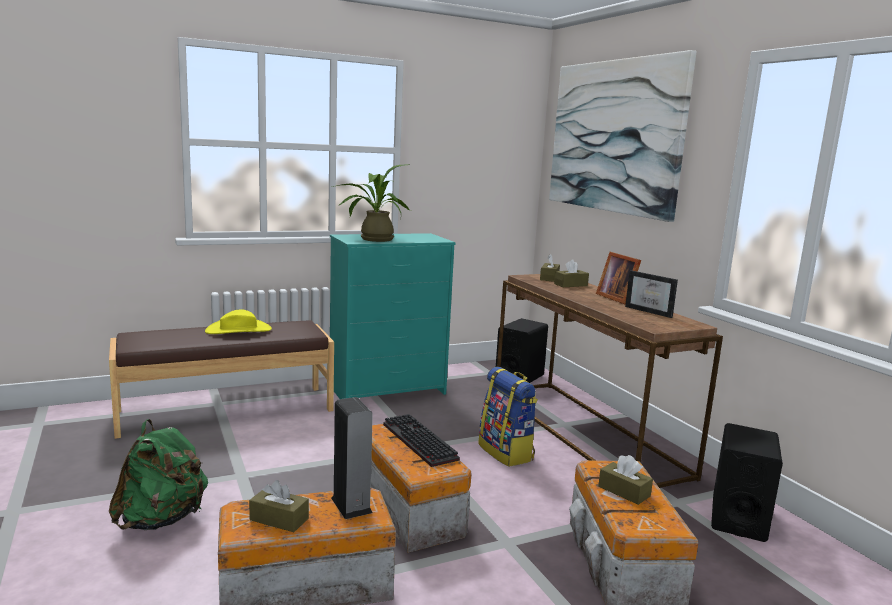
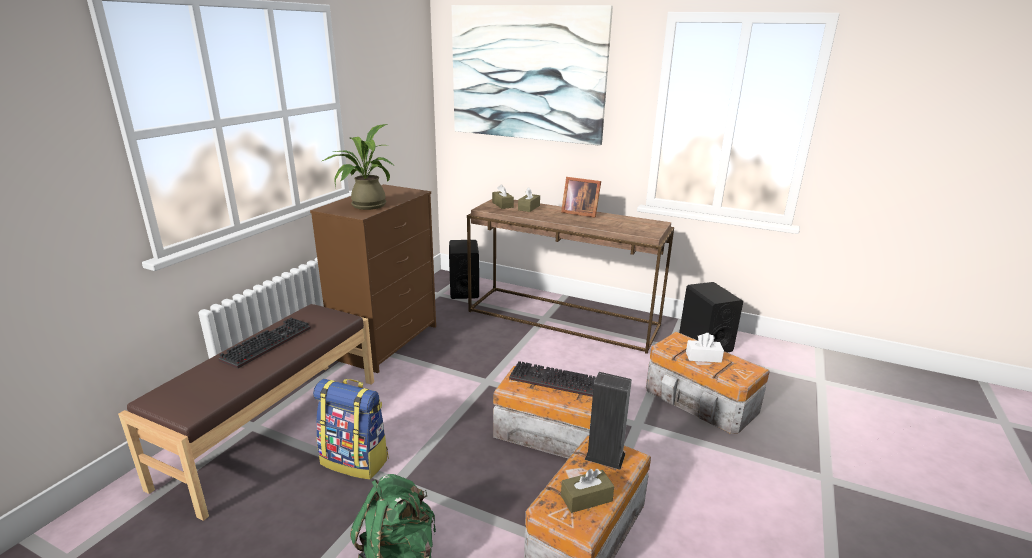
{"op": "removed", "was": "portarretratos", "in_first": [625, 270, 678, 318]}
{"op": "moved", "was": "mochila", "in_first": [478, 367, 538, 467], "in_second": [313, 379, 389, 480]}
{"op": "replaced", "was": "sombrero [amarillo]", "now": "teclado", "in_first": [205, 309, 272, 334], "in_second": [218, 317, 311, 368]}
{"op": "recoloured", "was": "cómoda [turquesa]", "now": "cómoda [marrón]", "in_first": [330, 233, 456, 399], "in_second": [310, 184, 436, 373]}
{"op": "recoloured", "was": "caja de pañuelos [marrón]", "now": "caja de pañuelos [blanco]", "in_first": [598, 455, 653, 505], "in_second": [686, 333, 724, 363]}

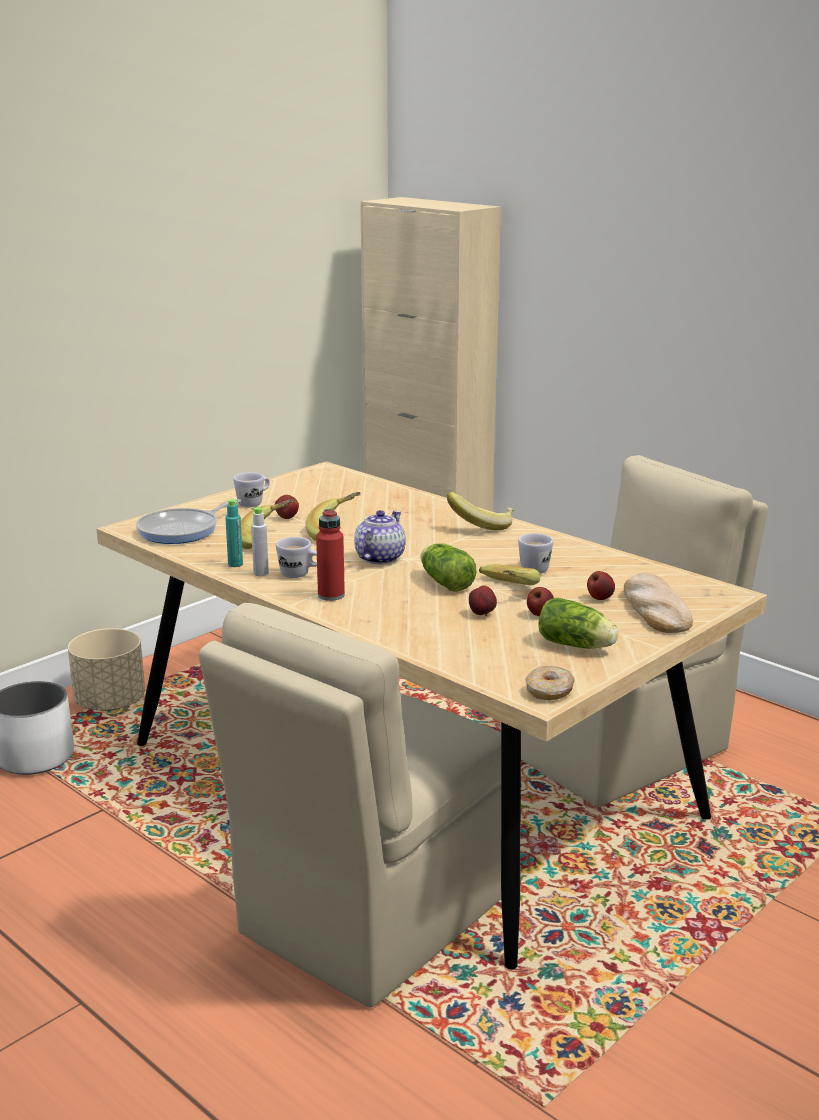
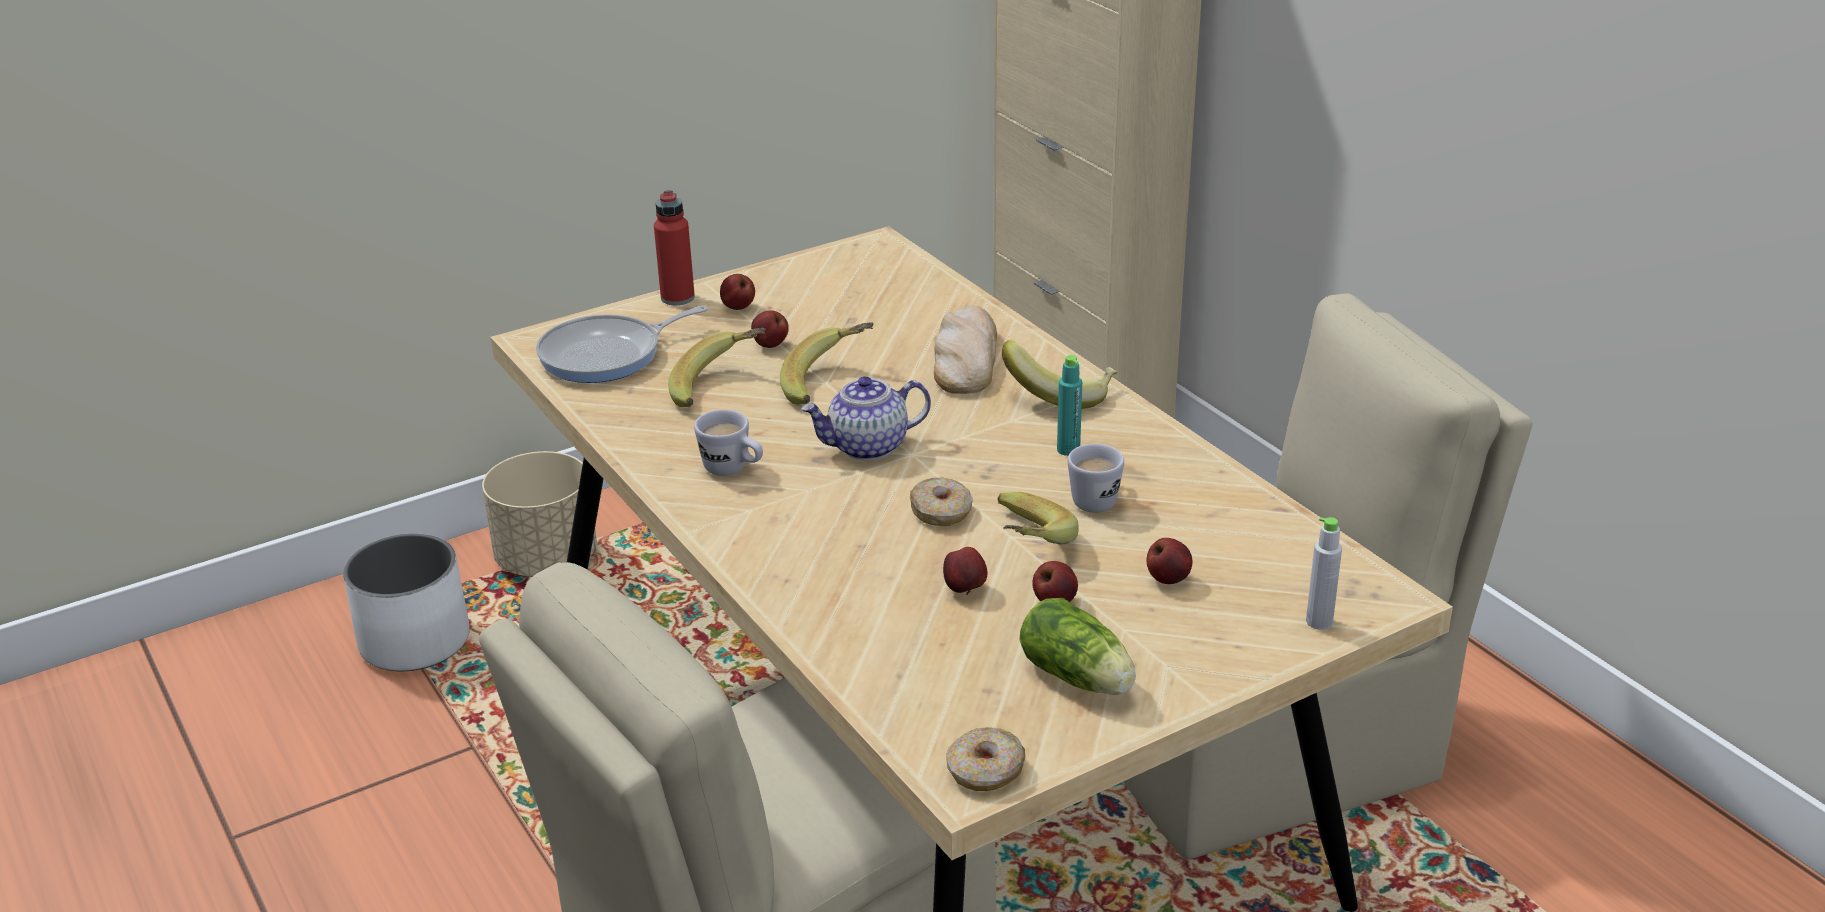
{"op": "moved", "was": "botella [turquesa]", "in_first": [225, 499, 243, 567], "in_second": [1057, 355, 1082, 456]}
{"op": "moved", "was": "botella [gris]", "in_first": [251, 507, 269, 576], "in_second": [1306, 517, 1342, 630]}
{"op": "moved", "was": "botella [rojo]", "in_first": [316, 509, 345, 601], "in_second": [654, 190, 695, 305]}
{"op": "moved", "was": "pan", "in_first": [624, 573, 693, 633], "in_second": [934, 306, 997, 394]}
{"op": "replaced", "was": "taza grande [blanco]", "now": "manzana", "in_first": [233, 472, 270, 507], "in_second": [720, 274, 755, 310]}
{"op": "replaced", "was": "lechuga", "now": "rosquilla", "in_first": [420, 543, 476, 592], "in_second": [910, 478, 973, 526]}
{"op": "turned", "was": "tetera", "in_first": [354, 510, 406, 564], "in_second": [801, 376, 931, 461], "clockwise": -150}

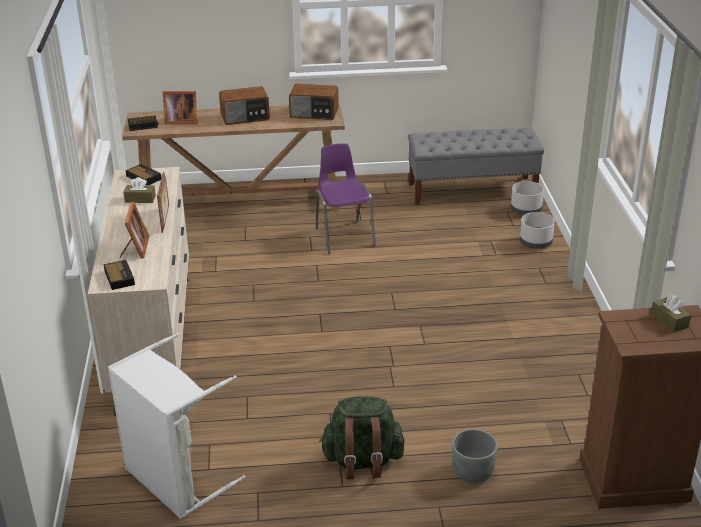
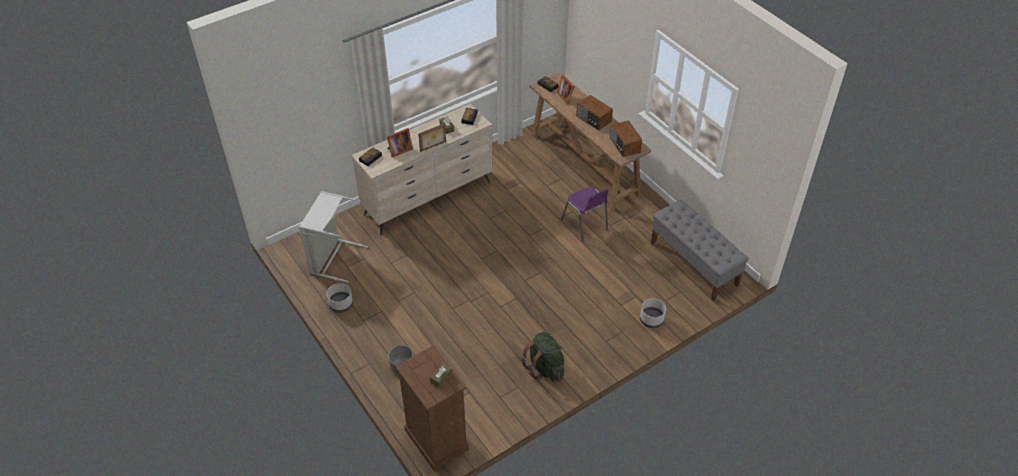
{"op": "moved", "was": "mochila [verde]", "in_first": [319, 396, 405, 479], "in_second": [521, 332, 564, 382]}
{"op": "moved", "was": "maceta [gris]", "in_first": [511, 181, 544, 215], "in_second": [327, 283, 353, 313]}
{"op": "turned", "was": "silla [morado]", "in_first": [316, 143, 376, 254], "in_second": [561, 187, 608, 242], "clockwise": 105}

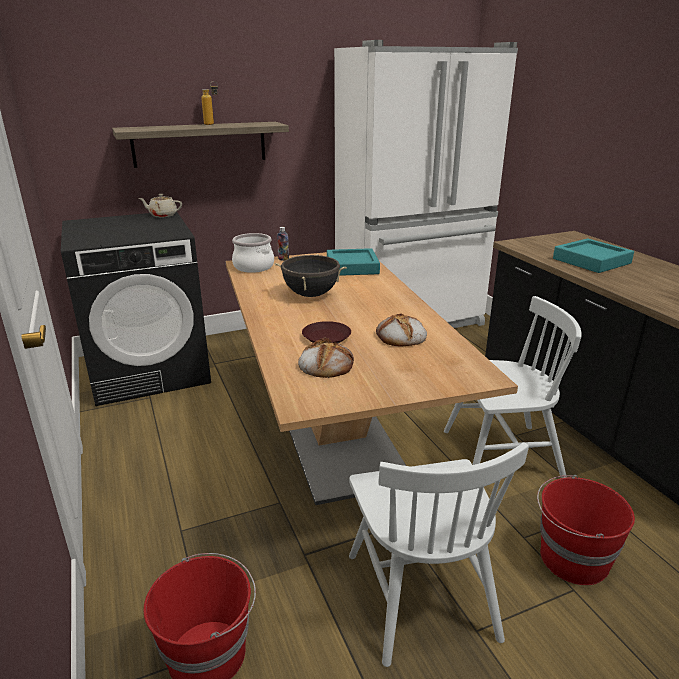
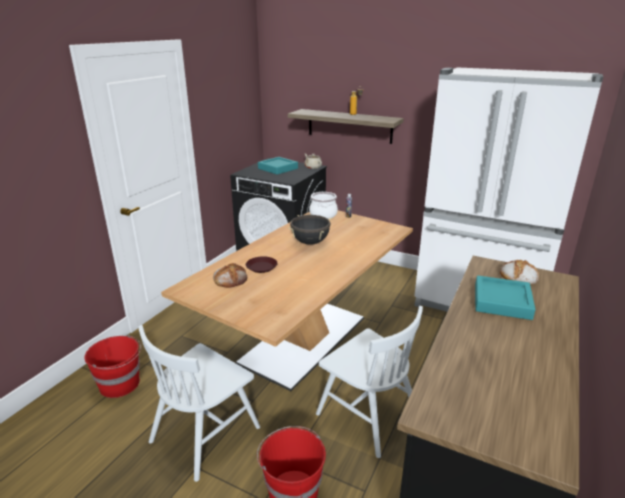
{"op": "moved", "was": "bandeja [turquesa]", "in_first": [327, 248, 380, 276], "in_second": [258, 157, 298, 175]}
{"op": "moved", "was": "pan", "in_first": [376, 313, 427, 347], "in_second": [500, 260, 539, 285]}

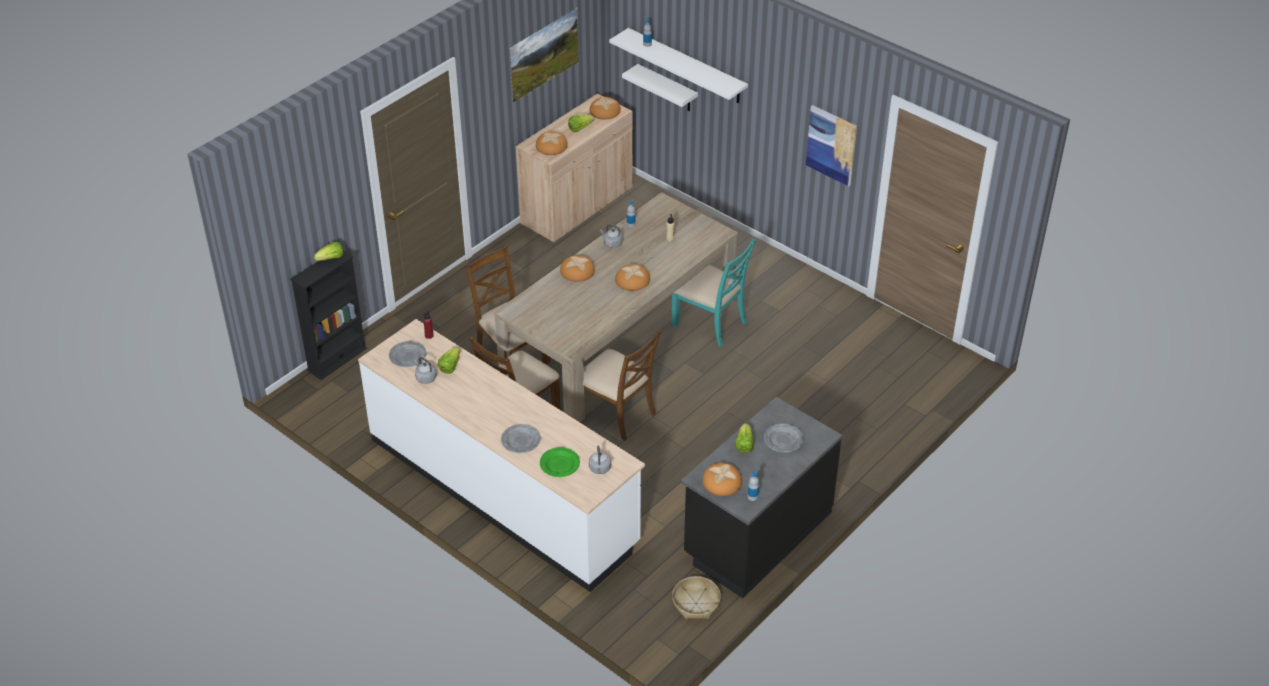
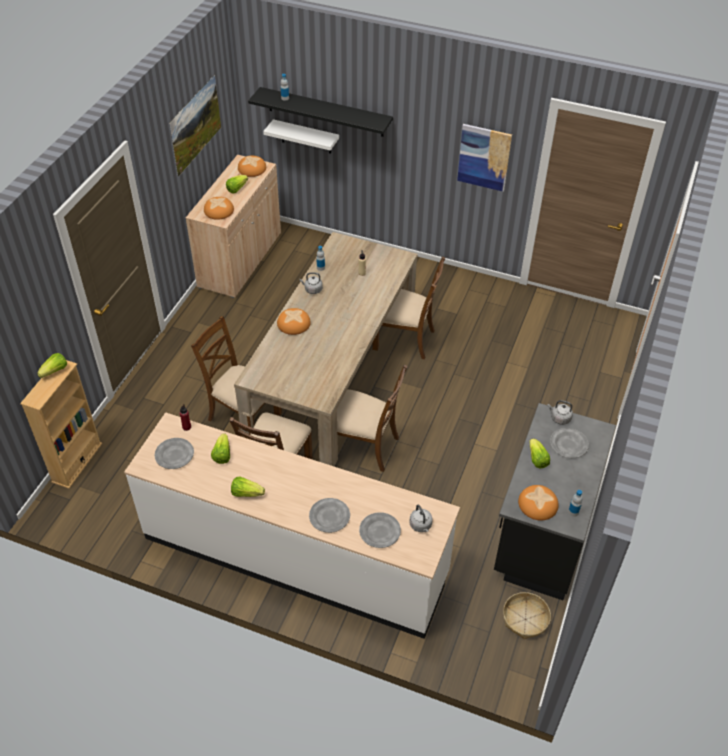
{"op": "removed", "was": "pan", "in_first": [615, 264, 650, 291]}
{"op": "added", "now": "lechuga", "in_second": [231, 476, 265, 497]}
{"op": "moved", "was": "hervidor [gris]", "in_first": [414, 357, 437, 384], "in_second": [547, 400, 573, 425]}
{"op": "recoloured", "was": "estantería [negro]", "now": "estantería [beis]", "in_first": [290, 251, 367, 380], "in_second": [20, 360, 102, 489]}
{"op": "recoloured", "was": "plato [verde]", "now": "plato [gris]", "in_first": [540, 447, 580, 477], "in_second": [359, 512, 401, 548]}
{"op": "recoloured", "was": "estante [blanco]", "now": "estante [negro]", "in_first": [609, 28, 748, 103], "in_second": [248, 87, 393, 137]}
{"op": "recoloured", "was": "silla [turquesa]", "now": "silla [marrón]", "in_first": [671, 238, 756, 347], "in_second": [372, 256, 445, 359]}

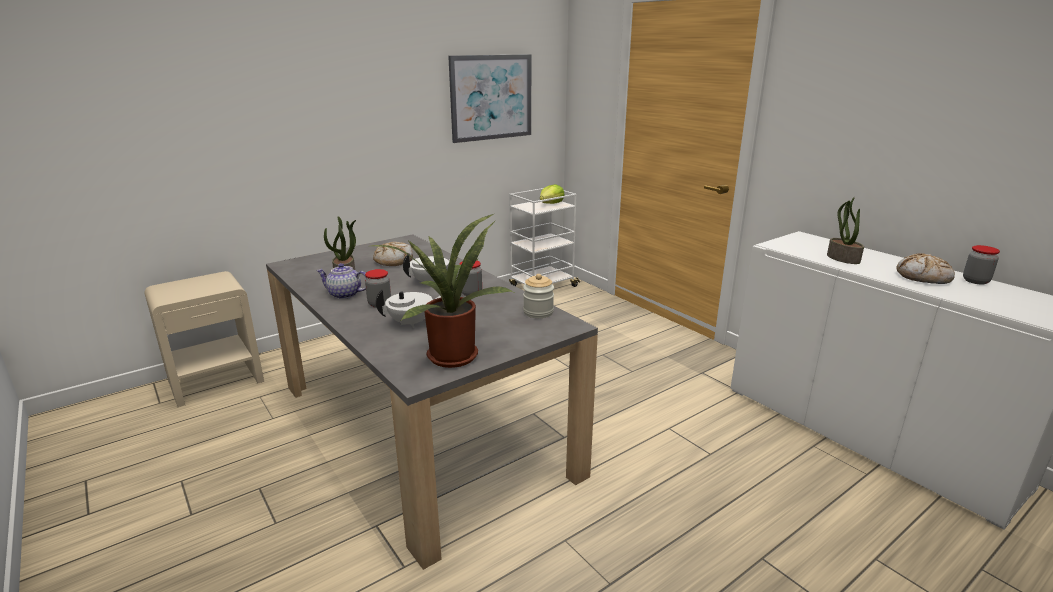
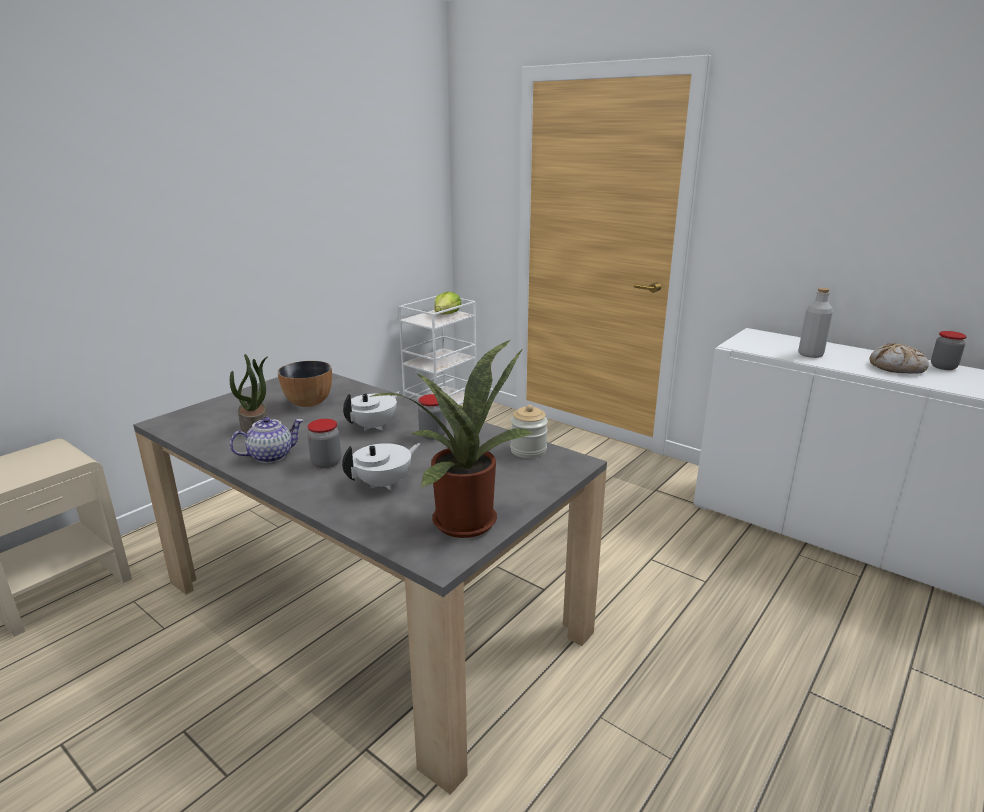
{"op": "removed", "was": "cuadro", "in_first": [448, 54, 531, 143]}
{"op": "replaced", "was": "pan", "now": "cuenco", "in_first": [373, 242, 413, 266], "in_second": [278, 361, 332, 407]}
{"op": "replaced", "was": "planta en maceta", "now": "botella [gris]", "in_first": [827, 196, 864, 264], "in_second": [798, 288, 833, 358]}
{"op": "turned", "was": "tetera", "in_first": [316, 263, 367, 299], "in_second": [230, 417, 304, 463], "clockwise": 150}

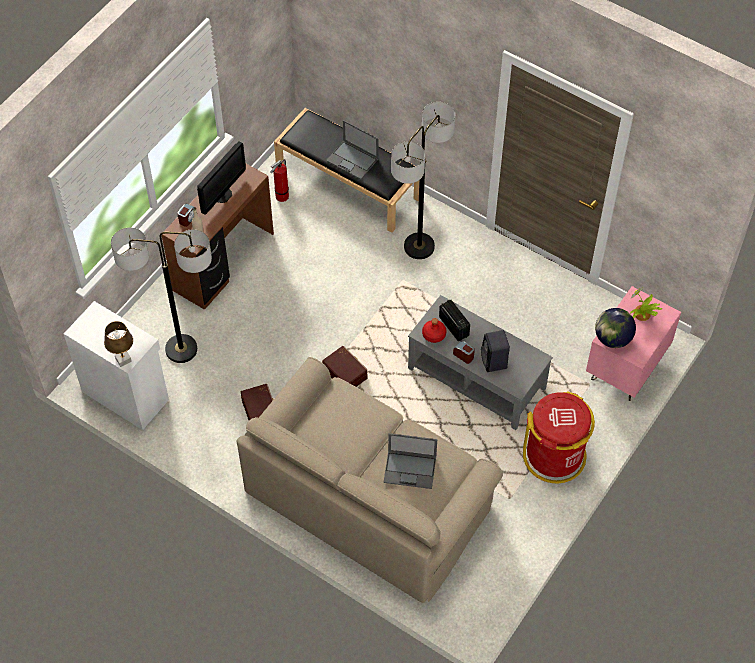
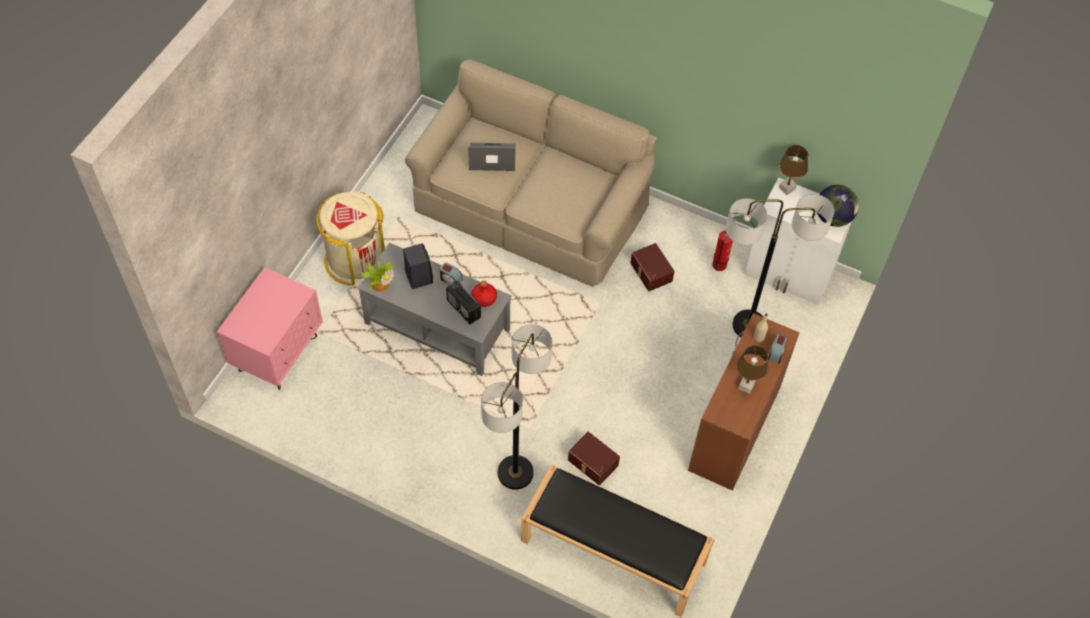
{"op": "removed", "was": "portátil", "in_first": [326, 120, 379, 179]}
{"op": "moved", "was": "extintor", "in_first": [270, 159, 289, 202], "in_second": [712, 218, 735, 271]}
{"op": "moved", "was": "caja de almacenaje [marrón]", "in_first": [322, 346, 367, 387], "in_second": [568, 432, 620, 485]}
{"op": "moved", "was": "globo terráqueo", "in_first": [595, 308, 636, 348], "in_second": [817, 185, 859, 227]}
{"op": "moved", "was": "planta en maceta", "in_first": [630, 288, 662, 321], "in_second": [361, 261, 394, 291]}
{"op": "replaced", "was": "monitor", "now": "lámpara de mesa [marrón]", "in_first": [197, 141, 246, 215], "in_second": [736, 345, 768, 394]}
{"op": "recoloured", "was": "papelera [rojo]", "now": "papelera [beis]", "in_first": [523, 391, 595, 483], "in_second": [316, 191, 385, 286]}

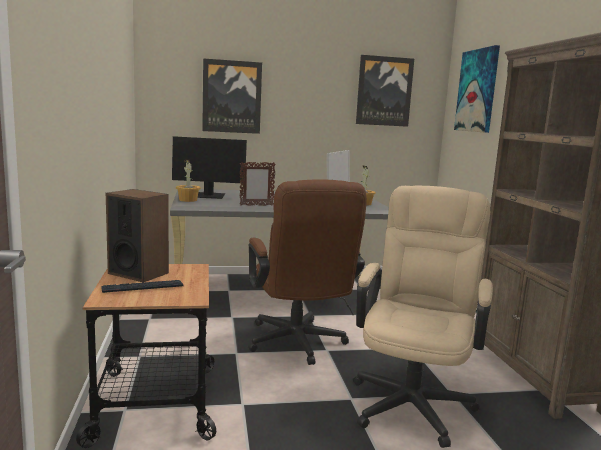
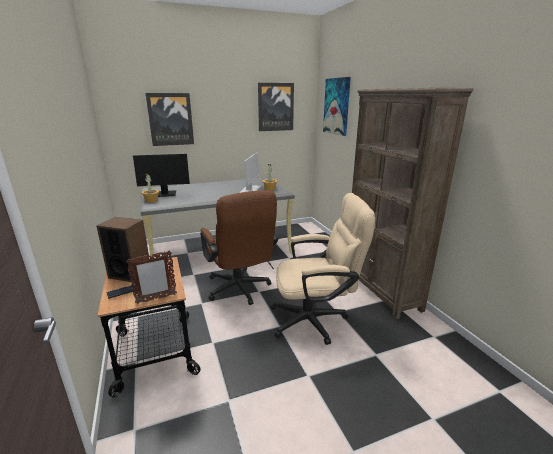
{"op": "moved", "was": "portarretratos", "in_first": [240, 162, 276, 206], "in_second": [126, 250, 177, 304]}
{"op": "turned", "was": "silla de oficina [beis]", "in_first": [353, 185, 493, 448], "in_second": [270, 193, 375, 345], "clockwise": 75}

